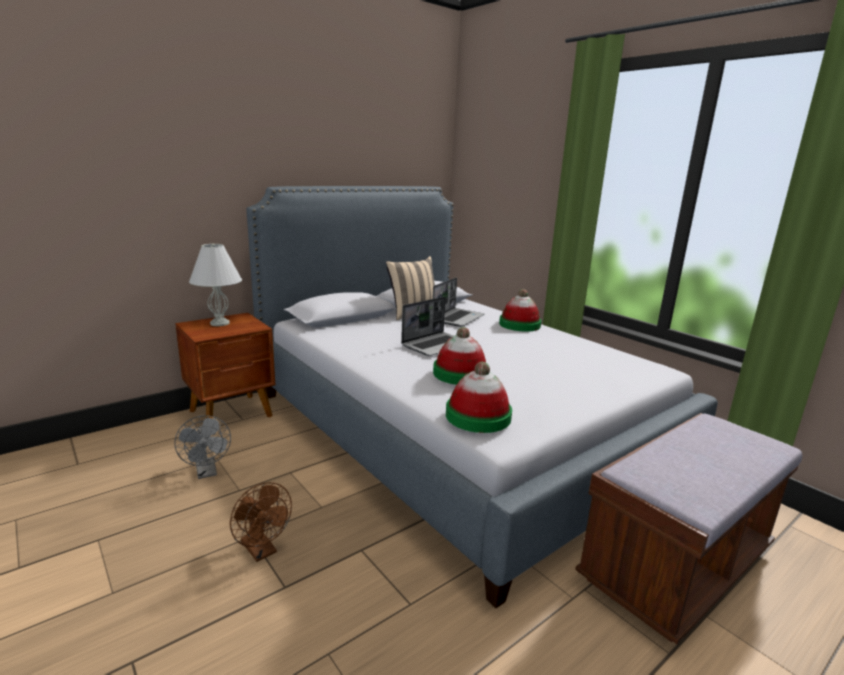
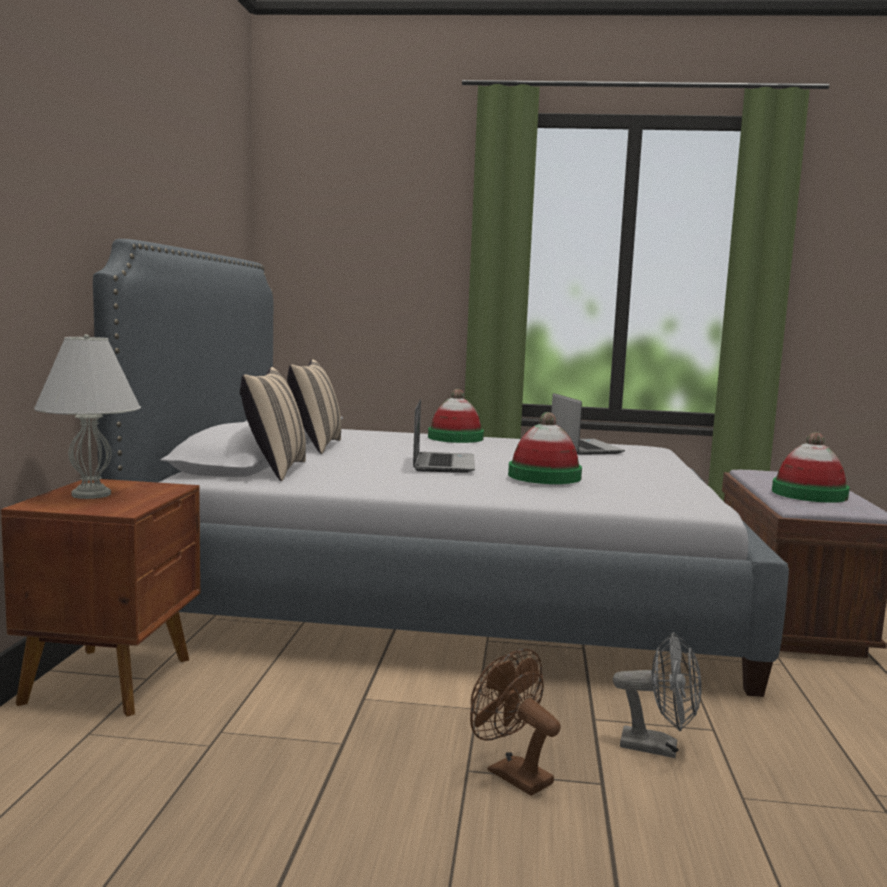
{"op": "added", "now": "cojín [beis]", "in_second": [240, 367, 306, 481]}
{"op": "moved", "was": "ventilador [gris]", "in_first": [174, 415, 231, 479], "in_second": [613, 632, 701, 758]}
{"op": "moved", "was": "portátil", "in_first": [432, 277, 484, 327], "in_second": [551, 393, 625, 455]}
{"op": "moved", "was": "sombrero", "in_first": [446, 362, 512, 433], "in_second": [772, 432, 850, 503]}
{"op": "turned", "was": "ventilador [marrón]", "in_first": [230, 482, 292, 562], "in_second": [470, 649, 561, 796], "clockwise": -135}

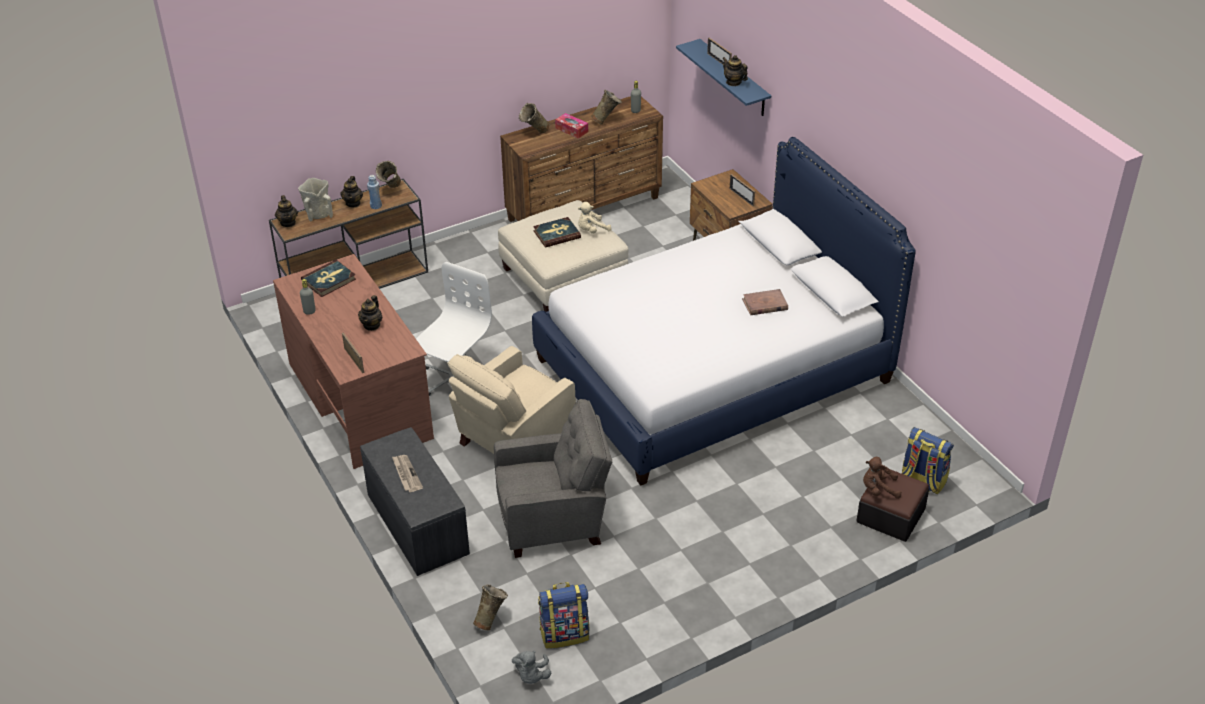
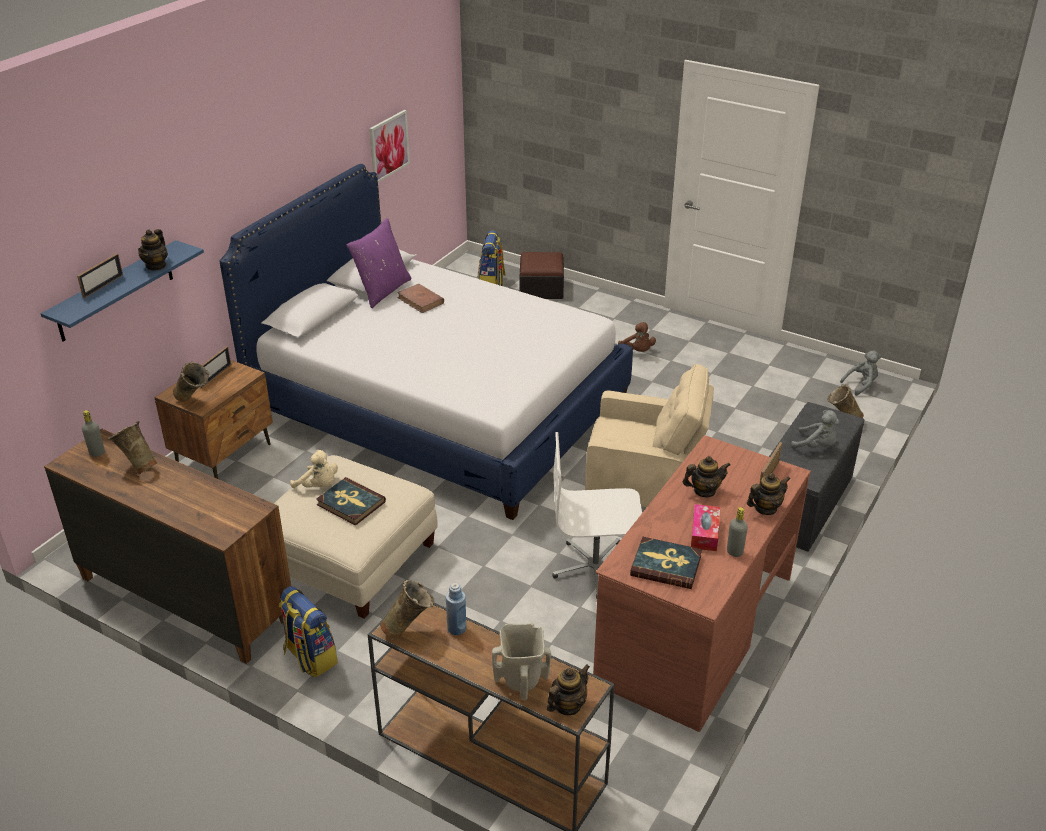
{"op": "removed", "was": "sillón [gris]", "in_first": [494, 399, 612, 558]}
{"op": "added", "now": "cojín [morado]", "in_second": [347, 218, 411, 308]}
{"op": "added", "now": "cuadro", "in_second": [370, 110, 410, 182]}
{"op": "moved", "was": "tetera", "in_first": [340, 176, 363, 208], "in_second": [747, 473, 790, 515]}
{"op": "moved", "was": "florero [beis]", "in_first": [519, 103, 550, 133], "in_second": [173, 362, 210, 402]}
{"op": "moved", "was": "mochila", "in_first": [538, 582, 589, 649], "in_second": [279, 586, 338, 677]}
{"op": "moved", "was": "caja de pañuelos", "in_first": [555, 113, 588, 138], "in_second": [691, 504, 720, 551]}
{"op": "moved", "was": "peluche [marrón]", "in_first": [863, 457, 902, 499], "in_second": [618, 322, 656, 352]}
{"op": "replaced", "was": "periódico", "now": "peluche [gris]", "in_first": [392, 455, 423, 492], "in_second": [791, 410, 839, 449]}

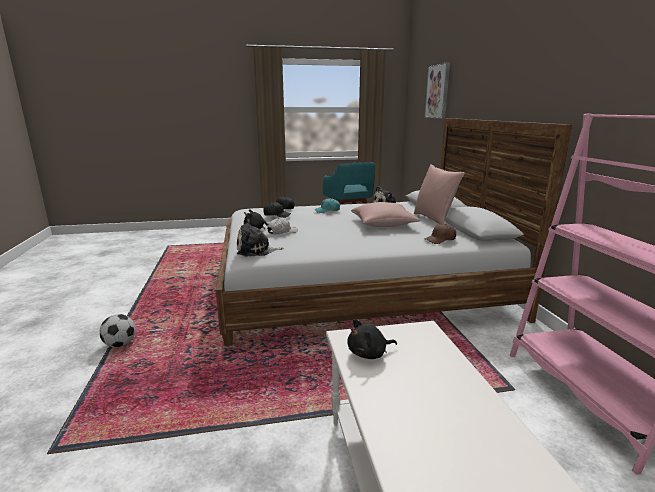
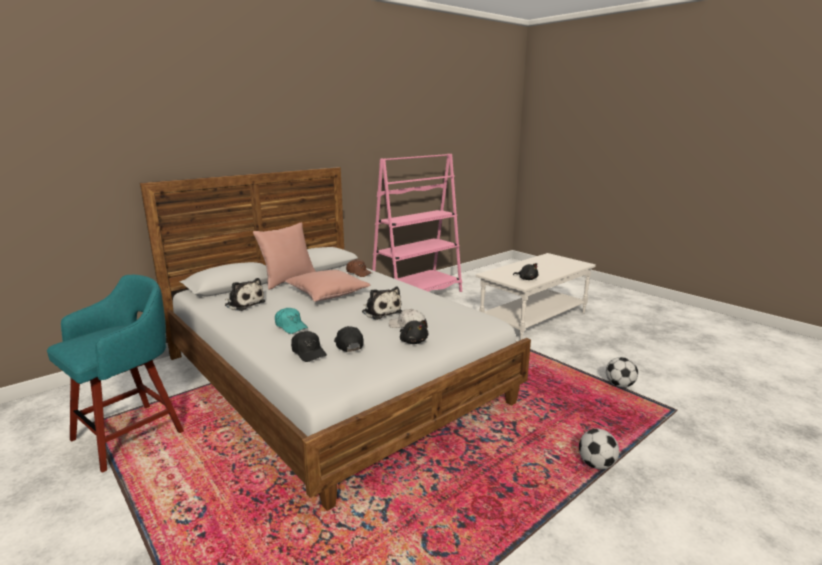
{"op": "removed", "was": "cuadro", "in_first": [425, 62, 450, 119]}
{"op": "added", "now": "balón de fútbol", "in_second": [606, 357, 638, 388]}
{"op": "moved", "was": "peluche", "in_first": [237, 219, 283, 256], "in_second": [362, 287, 402, 320]}

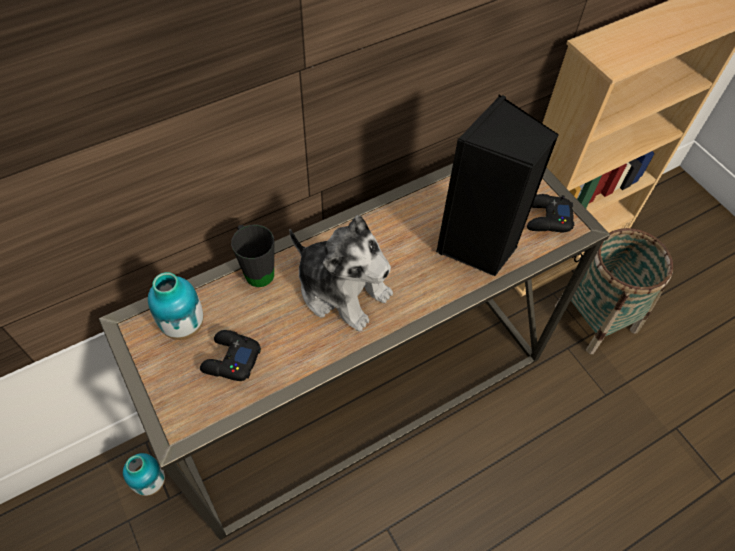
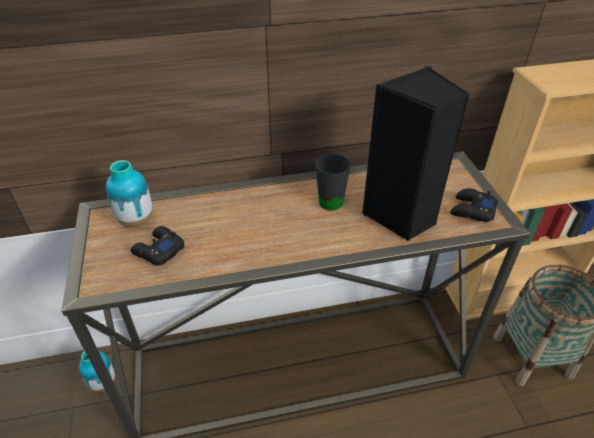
{"op": "removed", "was": "peluche", "in_first": [289, 215, 393, 332]}
{"op": "moved", "was": "taza grande [negro]", "in_first": [231, 224, 274, 287], "in_second": [315, 154, 351, 211]}

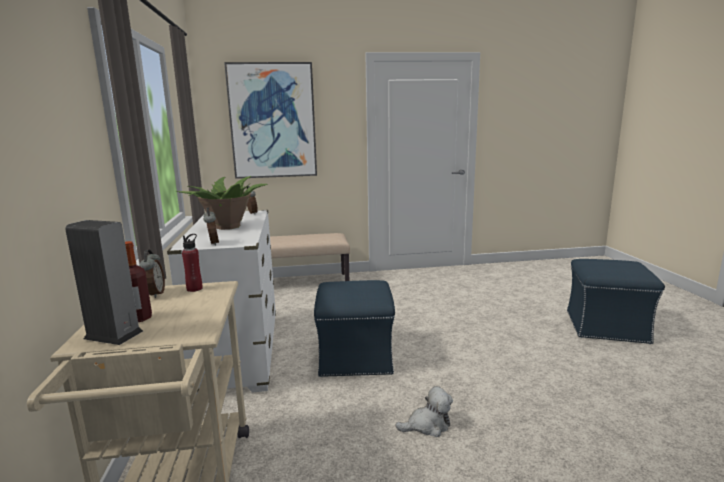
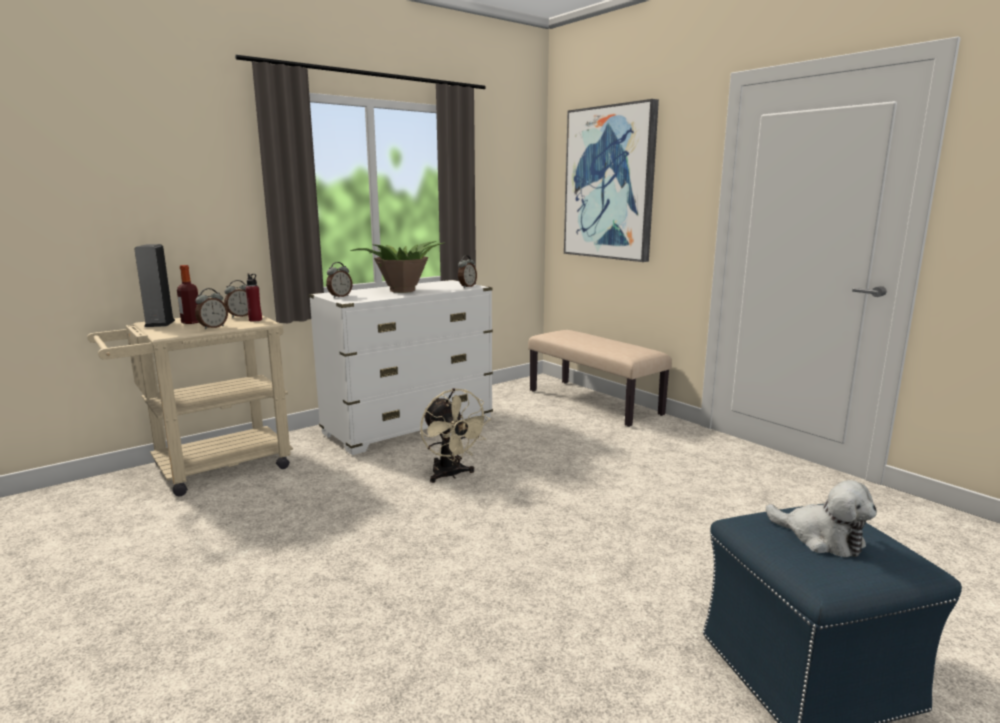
{"op": "added", "now": "despertador", "in_second": [195, 288, 228, 330]}
{"op": "moved", "was": "peluche", "in_first": [395, 386, 453, 437], "in_second": [766, 480, 877, 557]}
{"op": "replaced", "was": "puf [azul]", "now": "ventilador [beis]", "in_first": [314, 280, 395, 377], "in_second": [420, 388, 491, 483]}

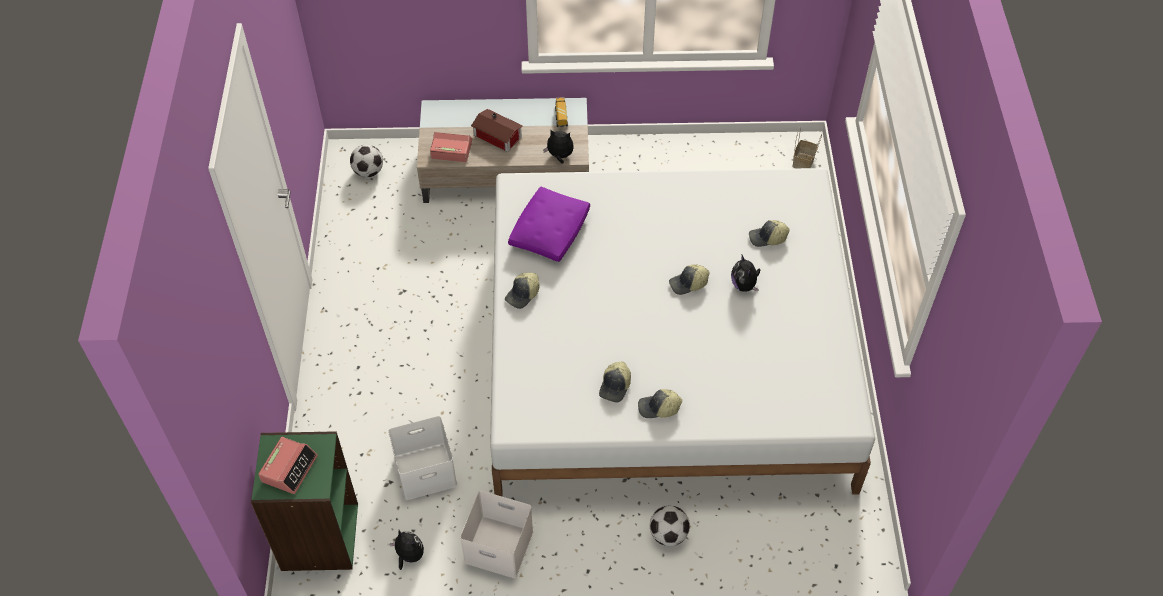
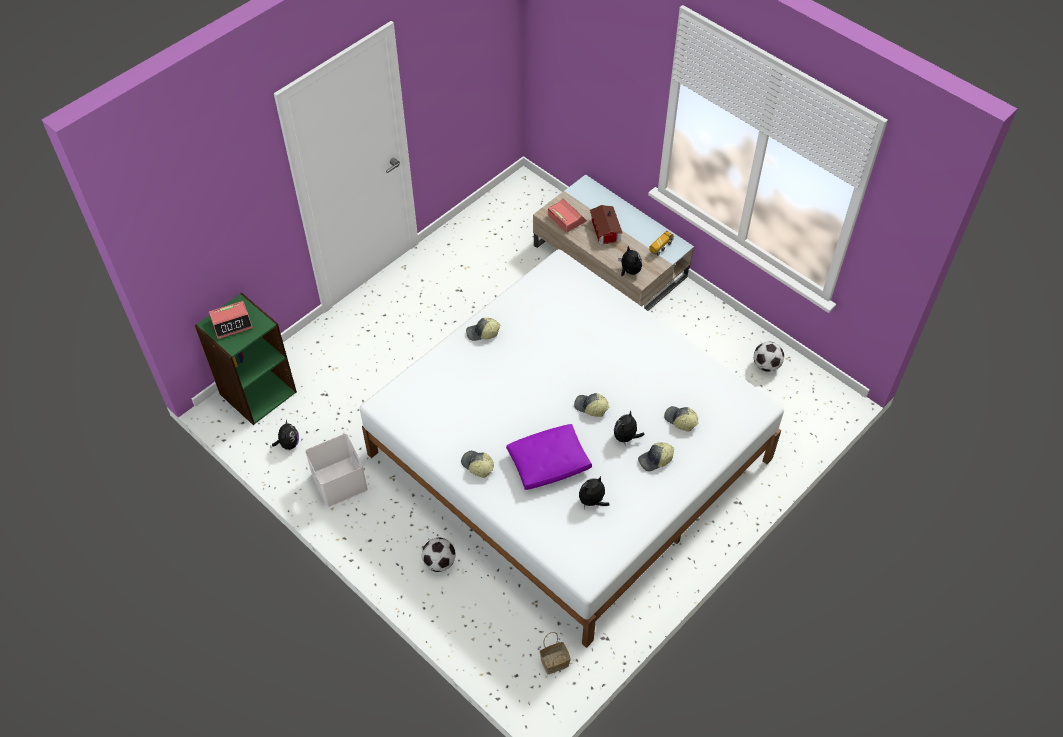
{"op": "removed", "was": "caja de almacenaje [blanco]", "in_first": [388, 416, 457, 500]}
{"op": "added", "now": "peluche", "in_second": [579, 476, 609, 508]}
{"op": "moved", "was": "balón de fútbol", "in_first": [350, 144, 383, 178], "in_second": [754, 342, 784, 372]}
{"op": "moved", "was": "cojín [morado]", "in_first": [508, 187, 590, 262], "in_second": [506, 424, 592, 490]}
{"op": "moved", "was": "gorra", "in_first": [599, 361, 631, 402], "in_second": [638, 442, 674, 471]}
{"op": "moved", "was": "cesta", "in_first": [792, 128, 822, 168], "in_second": [540, 632, 571, 674]}

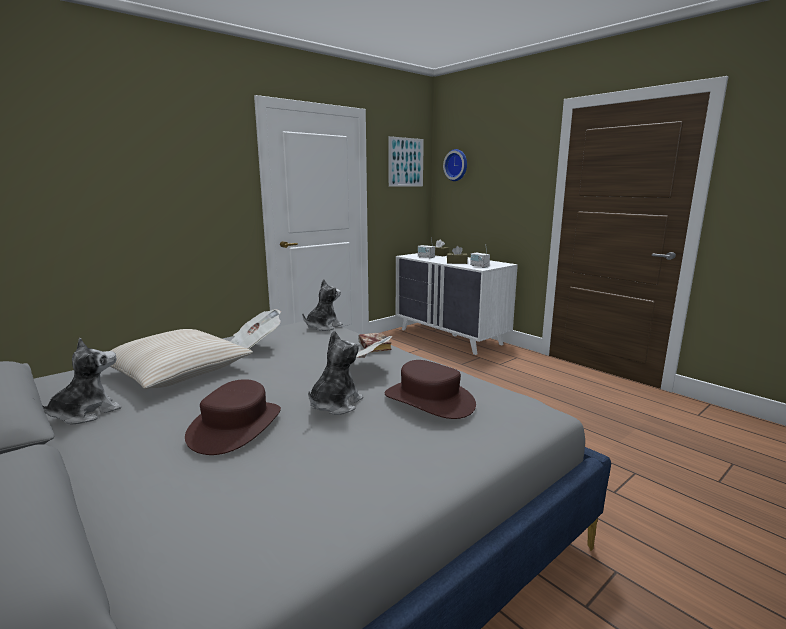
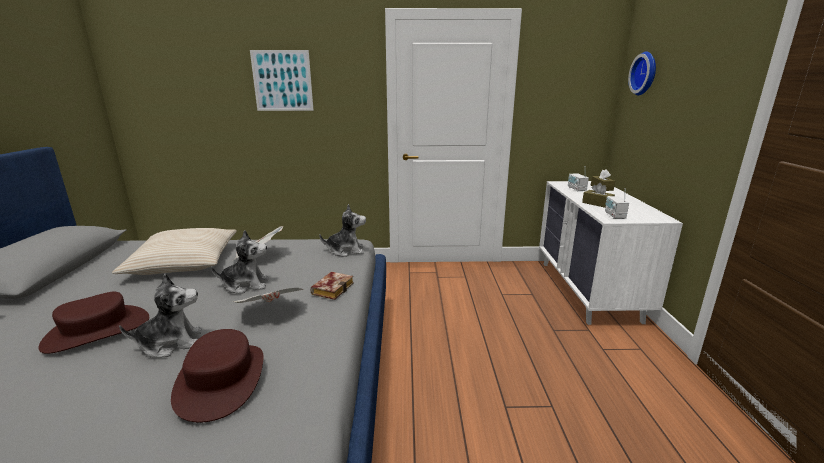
{"op": "moved", "was": "peluche", "in_first": [33, 338, 122, 424], "in_second": [211, 230, 269, 294]}
{"op": "moved", "was": "cuadro", "in_first": [389, 136, 424, 187], "in_second": [250, 50, 314, 111]}

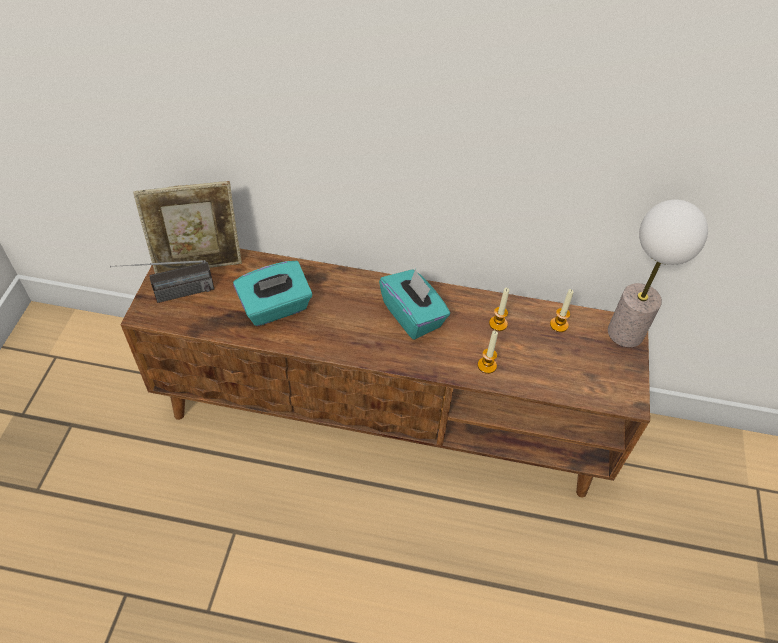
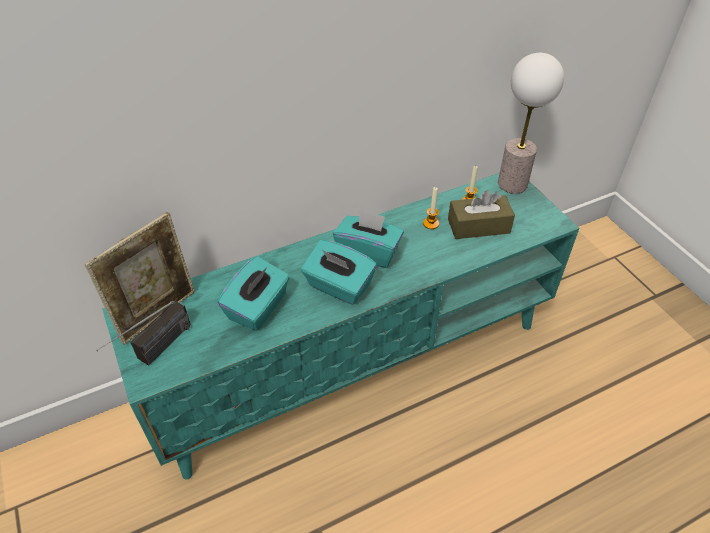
{"op": "removed", "was": "vela", "in_first": [478, 331, 498, 374]}
{"op": "added", "now": "caja de pañuelos [turquesa]", "in_second": [301, 240, 377, 305]}
{"op": "added", "now": "caja de pañuelos [marrón]", "in_second": [448, 190, 515, 239]}
{"op": "recoloured", "was": "mueble de televisión [marrón]", "now": "mueble de televisión [turquesa]", "in_first": [120, 249, 650, 498], "in_second": [102, 173, 579, 479]}

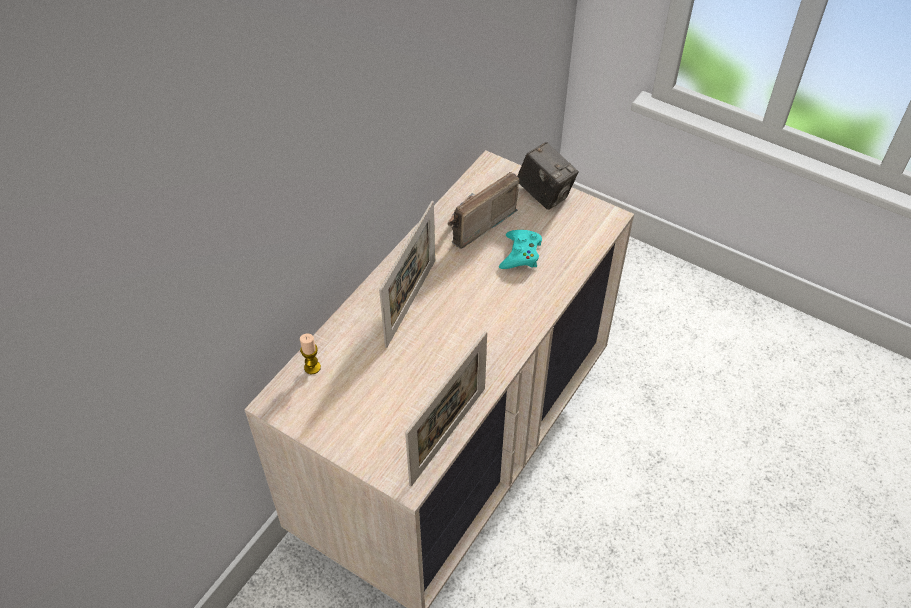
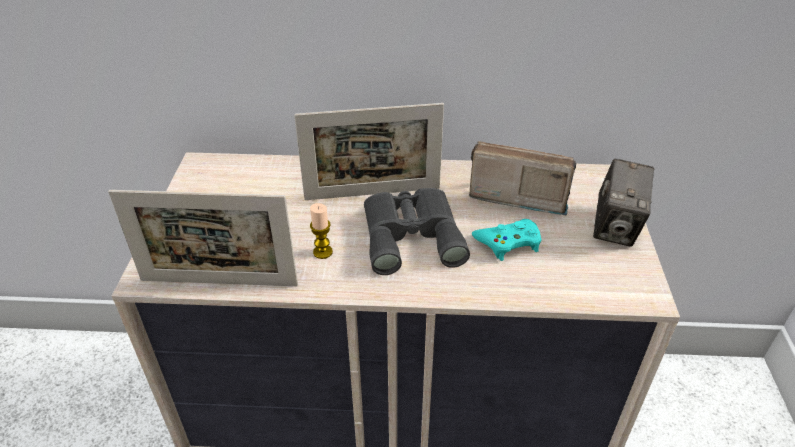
{"op": "added", "now": "prismáticos [gris]", "in_second": [364, 188, 470, 275]}
{"op": "moved", "was": "vela", "in_first": [300, 334, 321, 374], "in_second": [310, 203, 333, 259]}

